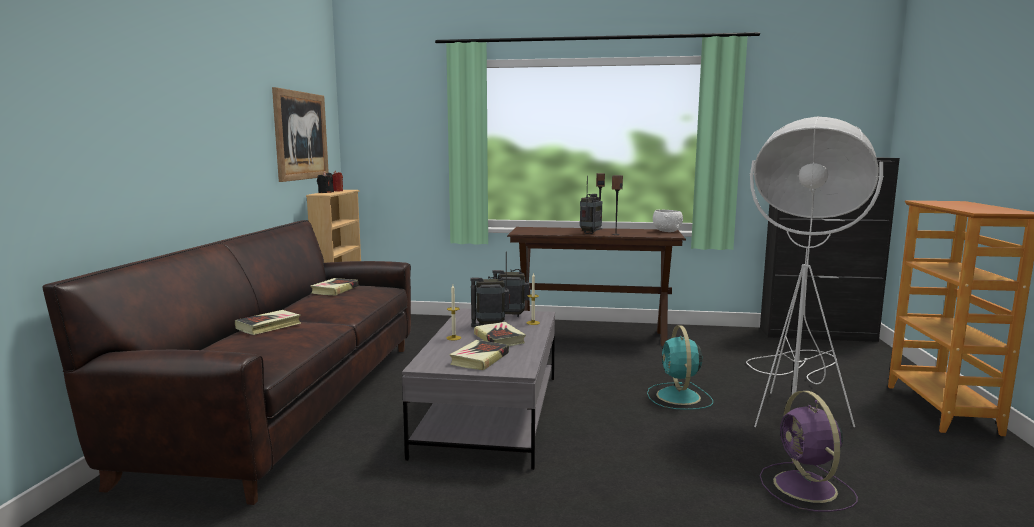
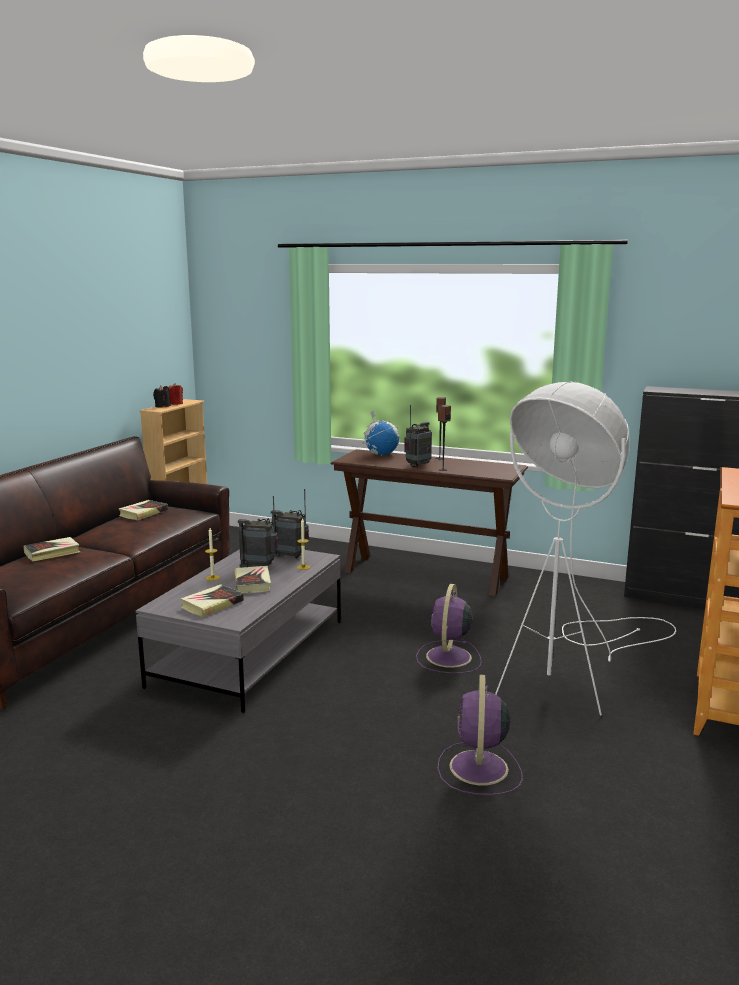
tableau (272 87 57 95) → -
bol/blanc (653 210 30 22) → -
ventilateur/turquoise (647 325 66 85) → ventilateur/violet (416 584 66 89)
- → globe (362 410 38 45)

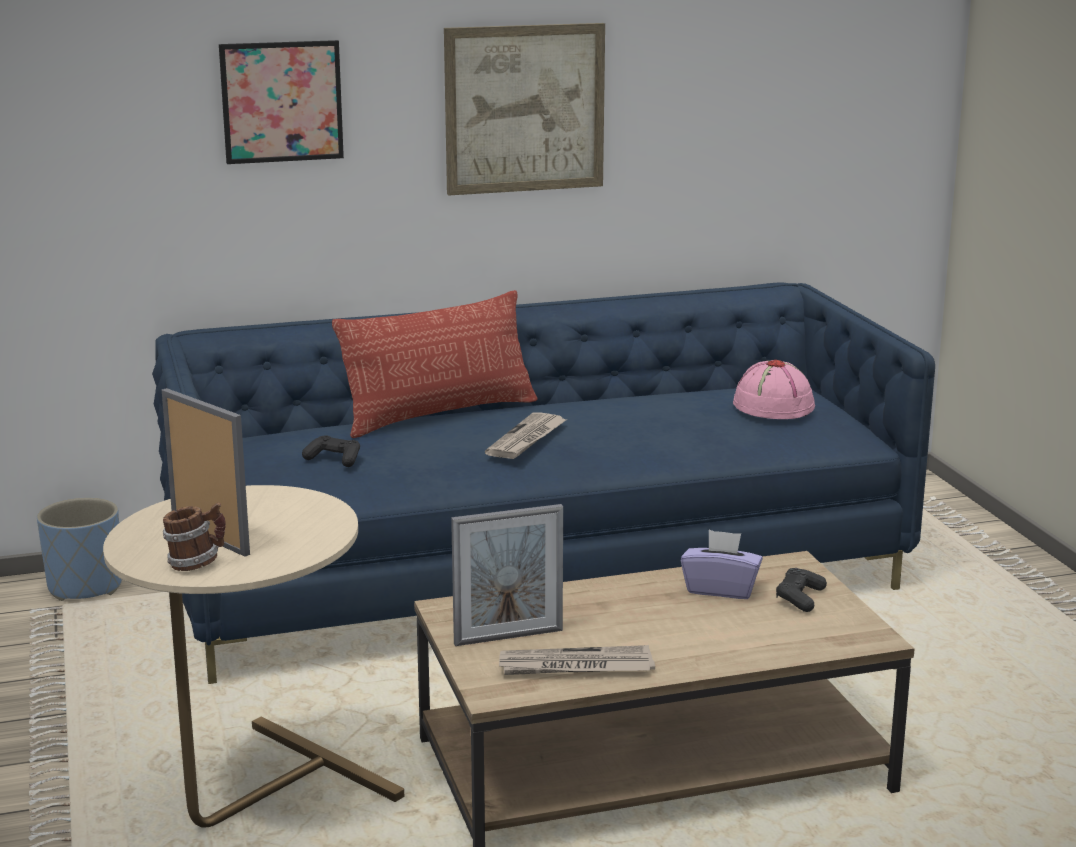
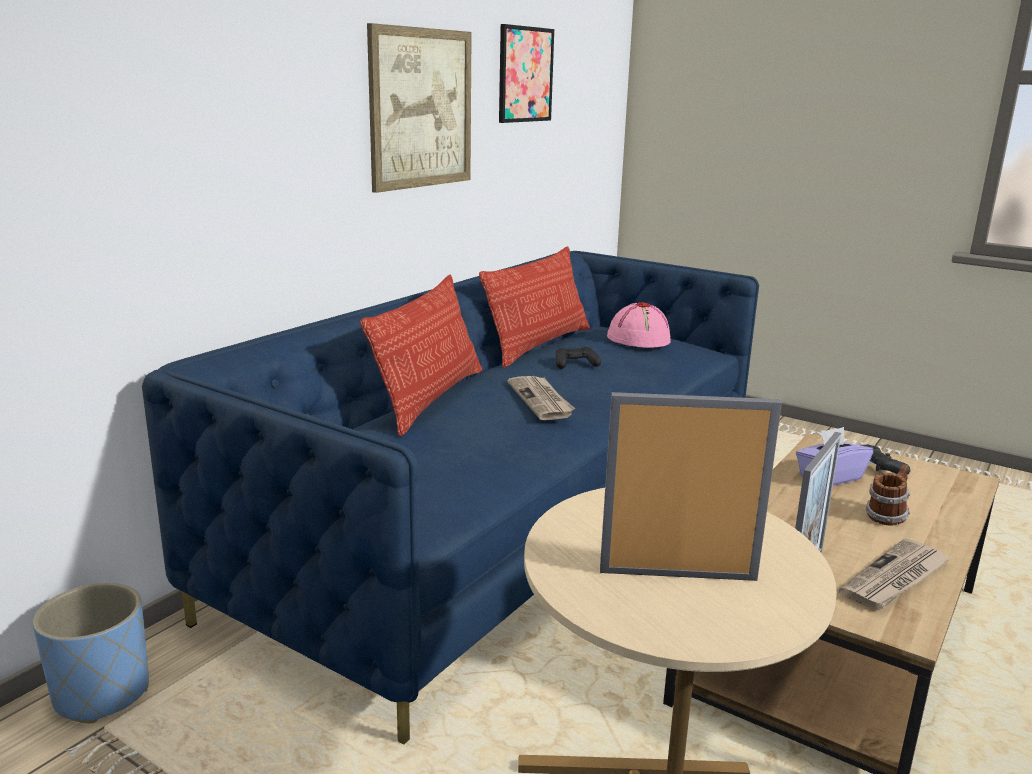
tableau (219 40 125 124) → tableau (499 24 55 99), relocated
manette/noir (302 436 58 31) → manette/noir (556 347 45 22), relocated
mug (163 502 63 69) → mug (865 464 45 62), relocated
- → coussin (479 246 111 122)

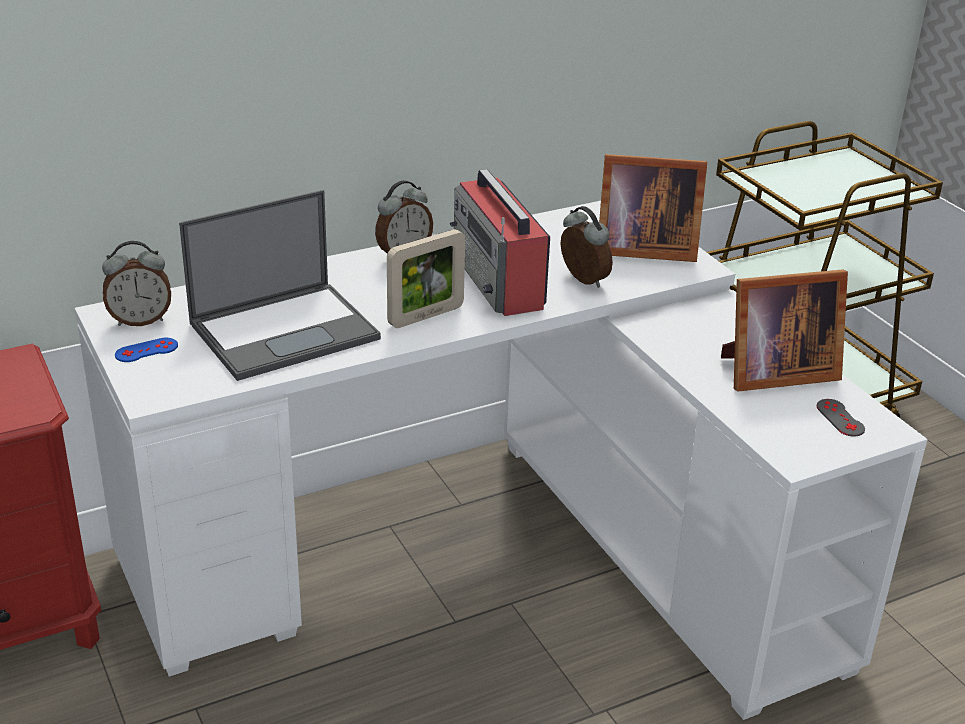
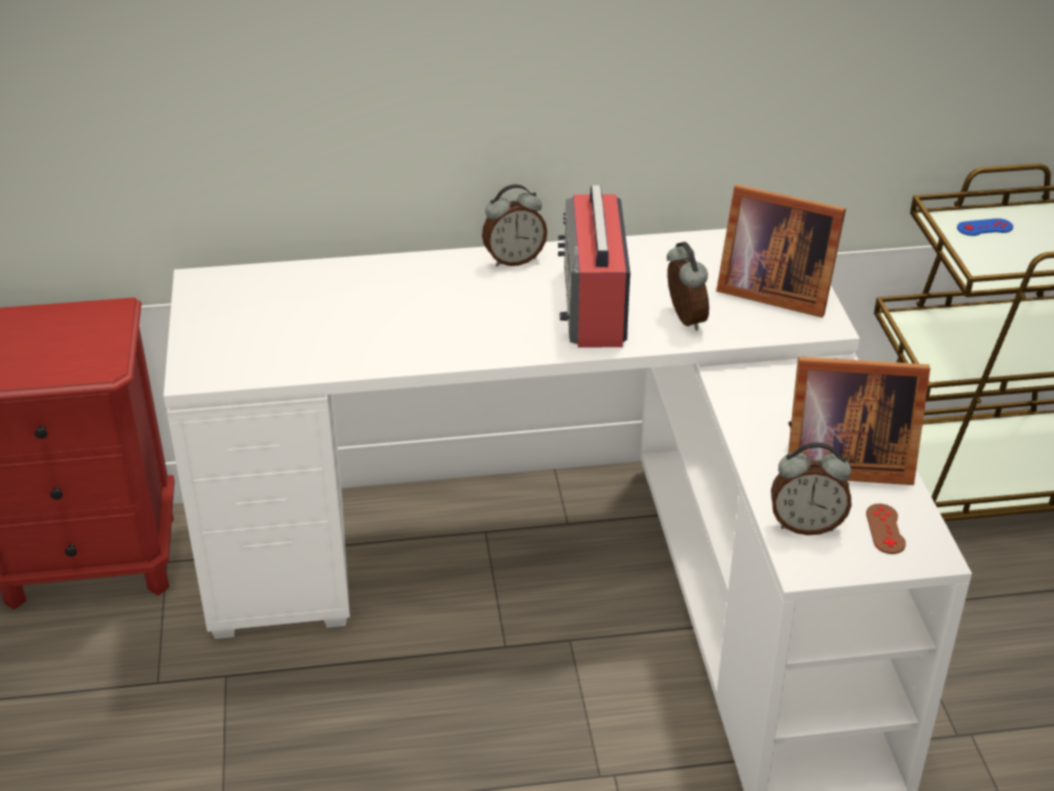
ordinateur portable (179 190 202 191) → -
cadre photo (387 229 78 99) → -
réveil (102 241 69 85) → réveil (771 442 81 93), relocated
manette/bleu (115 338 63 24) → manette/bleu (957 218 56 18), relocated
manette/gris (817 399 48 38) → manette/marron (866 504 40 50)

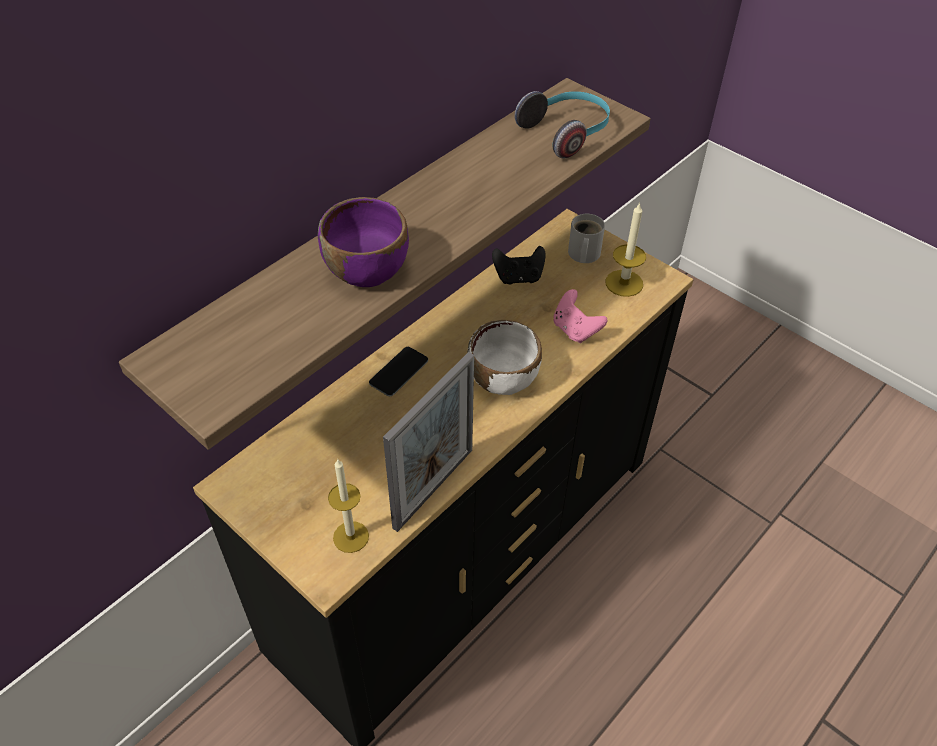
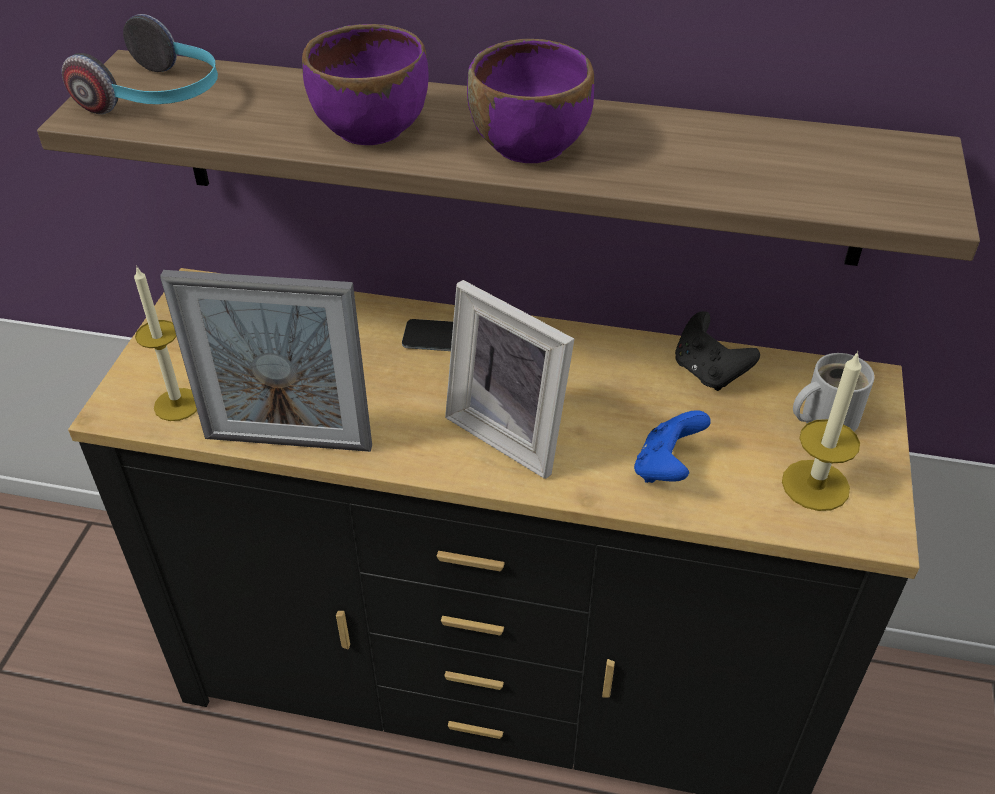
casque audio (514 91 96 67) → casque audio (62 14 156 100), relocated
manette/rose (554 289 54 54) → manette/bleu (634 410 77 73)
bol/blanc (467 320 75 75) → cadre photo (445 280 129 199)
- → bol/violet (467 39 127 124)

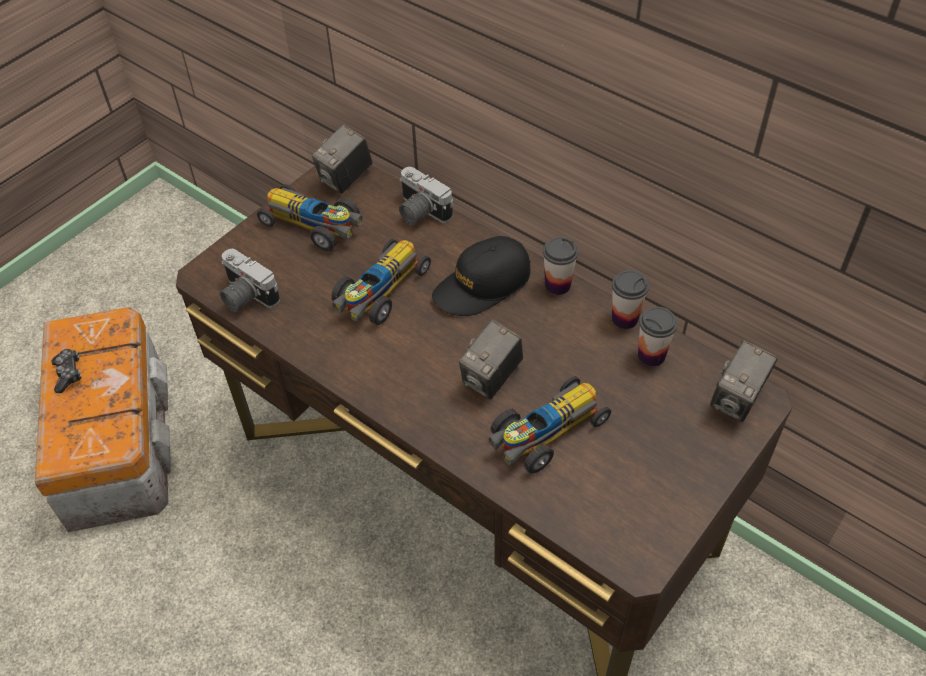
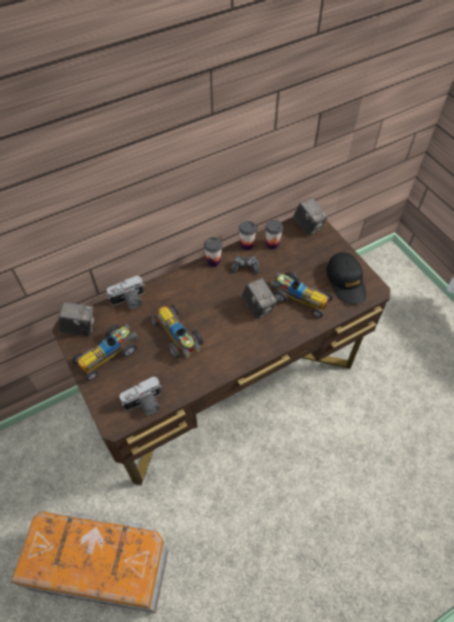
appareil photo (312 124 61 70) → appareil photo (58 302 36 34), 60 degrees counterclockwise
casquette/noir (432 236 98 80) → casquette/noir (326 252 40 52), relocated
manette (51 349 30 44) → manette (231 255 29 19), relocated
petite voiture (489 376 122 98) → petite voiture (270 271 63 47), 135 degrees clockwise

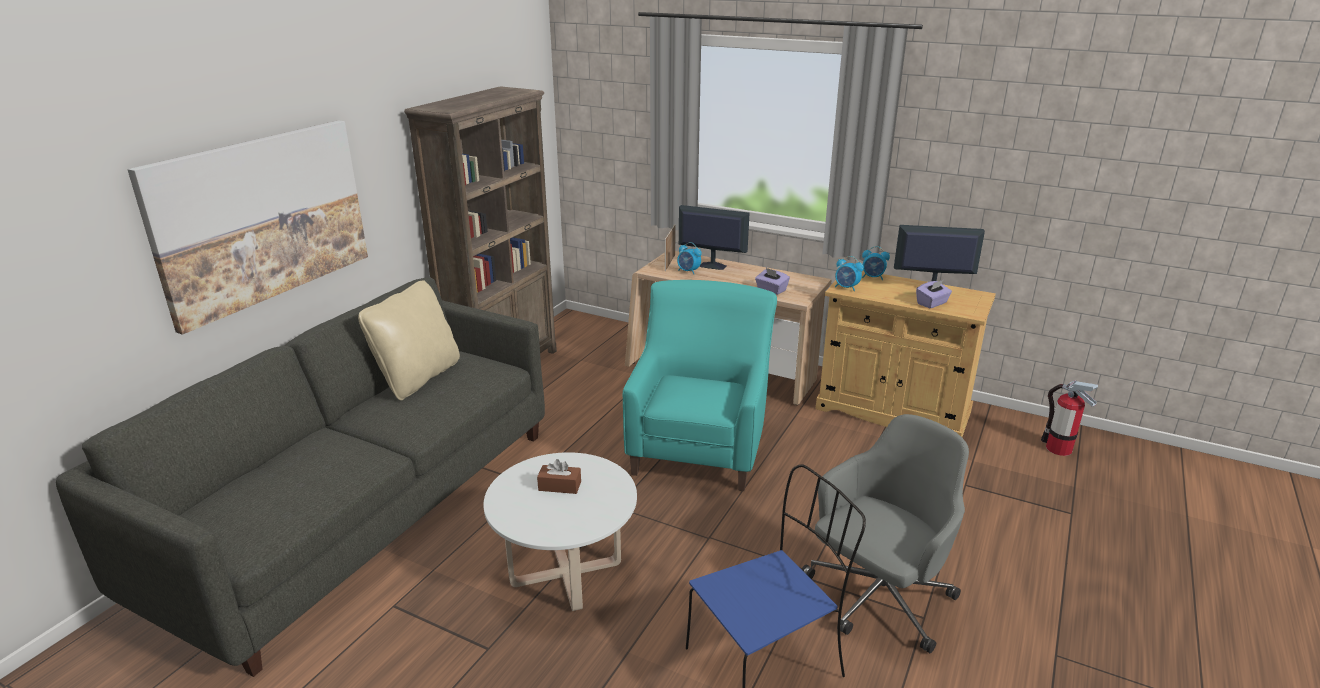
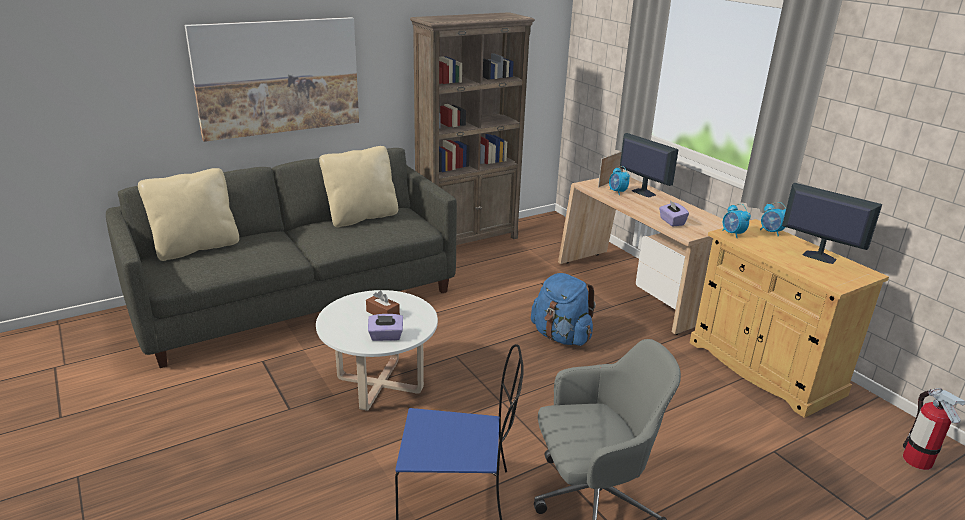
fauteuil/turquoise (623 280 154 211) → sac à dos/bleu (531 273 65 73)
boîte à mouchoirs/violet (916 280 36 28) → boîte à mouchoirs/violet (368 314 35 27), relocated
- → coussin/beige (138 168 101 93)

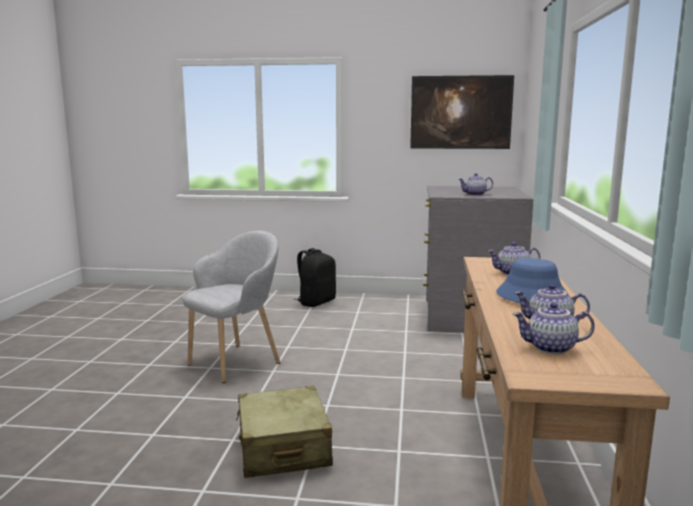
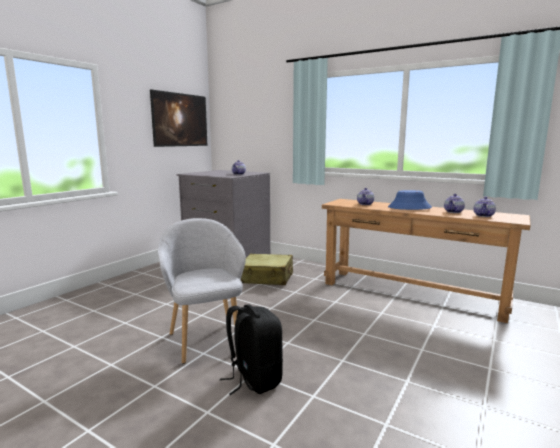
sac à dos/noir (294 248 42 59) → sac à dos/noir (220 304 63 91), relocated
valise/beige (236 386 97 92) → valise/beige (241 254 52 31), relocated

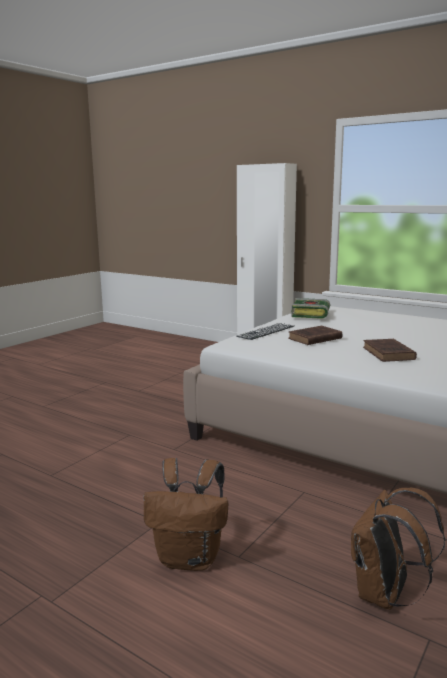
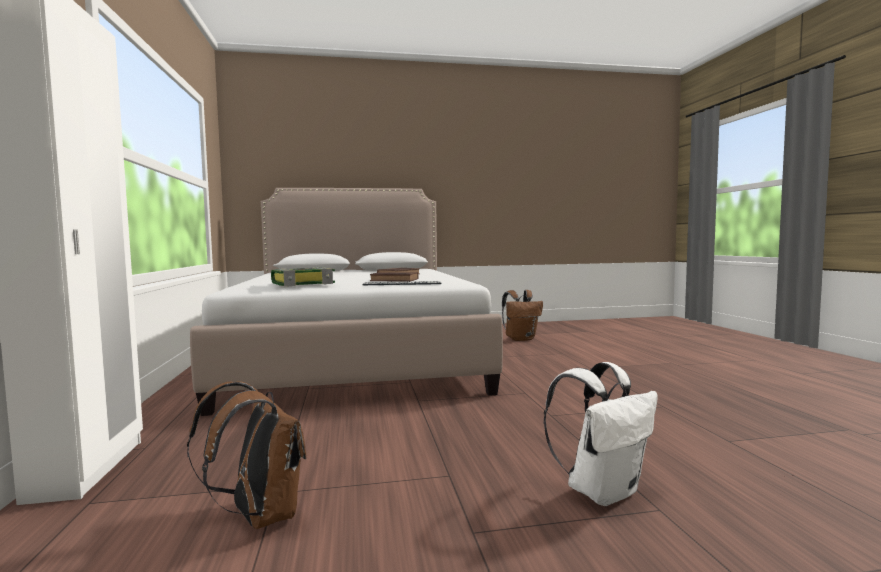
sac à dos/marron (144 458 84 113) → sac à dos/marron (187 381 119 148), relocated
- → sac à dos/blanc (544 362 114 144)

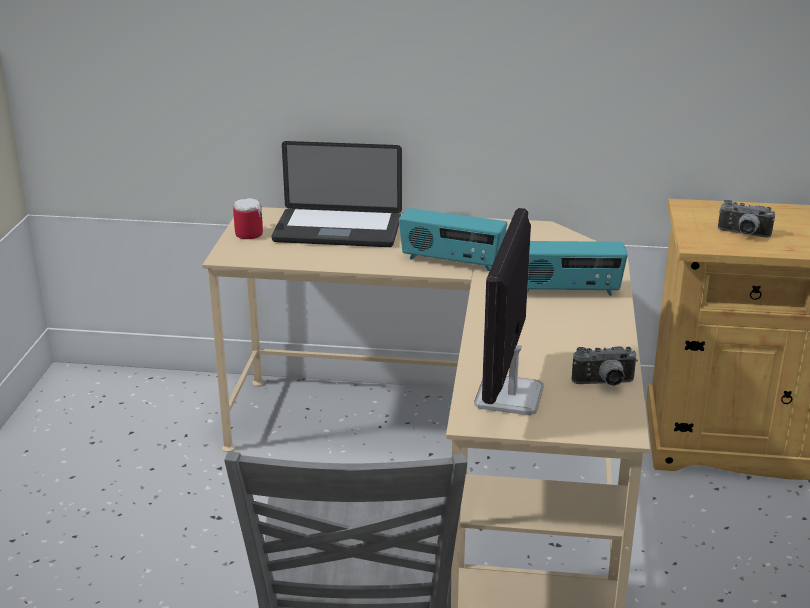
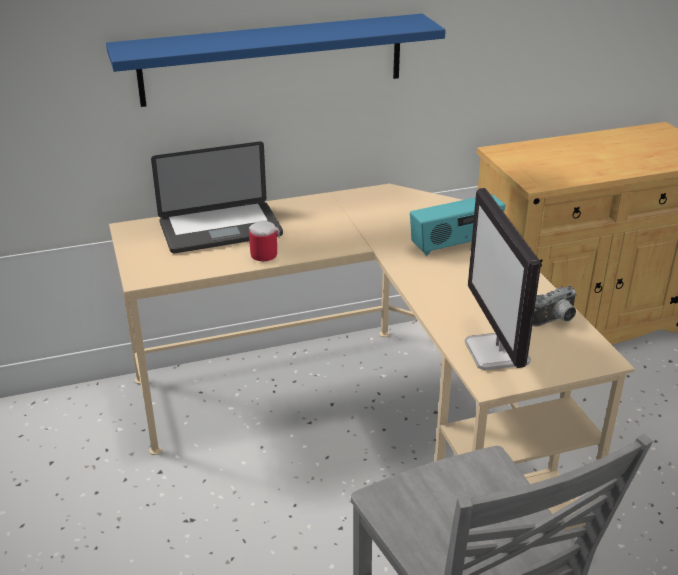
mug (233 198 30 41) → mug (249 221 31 40), relocated
appareil photo (718 200 57 38) → -
radio (399 208 108 63) → -
- → étagère/bleu (106 14 340 93)

